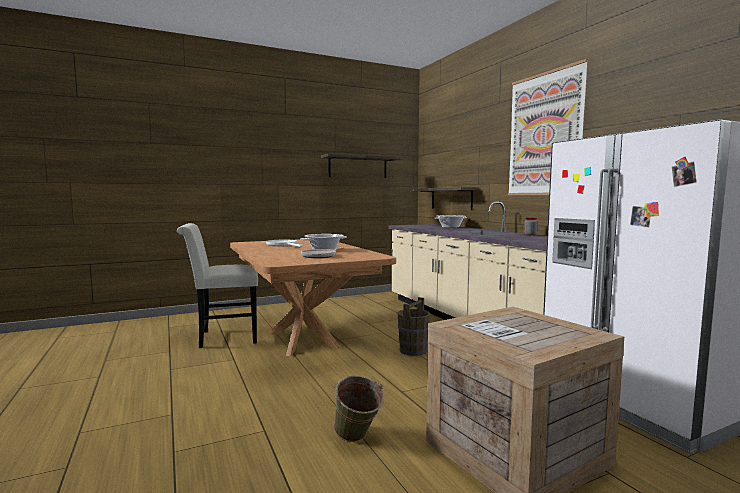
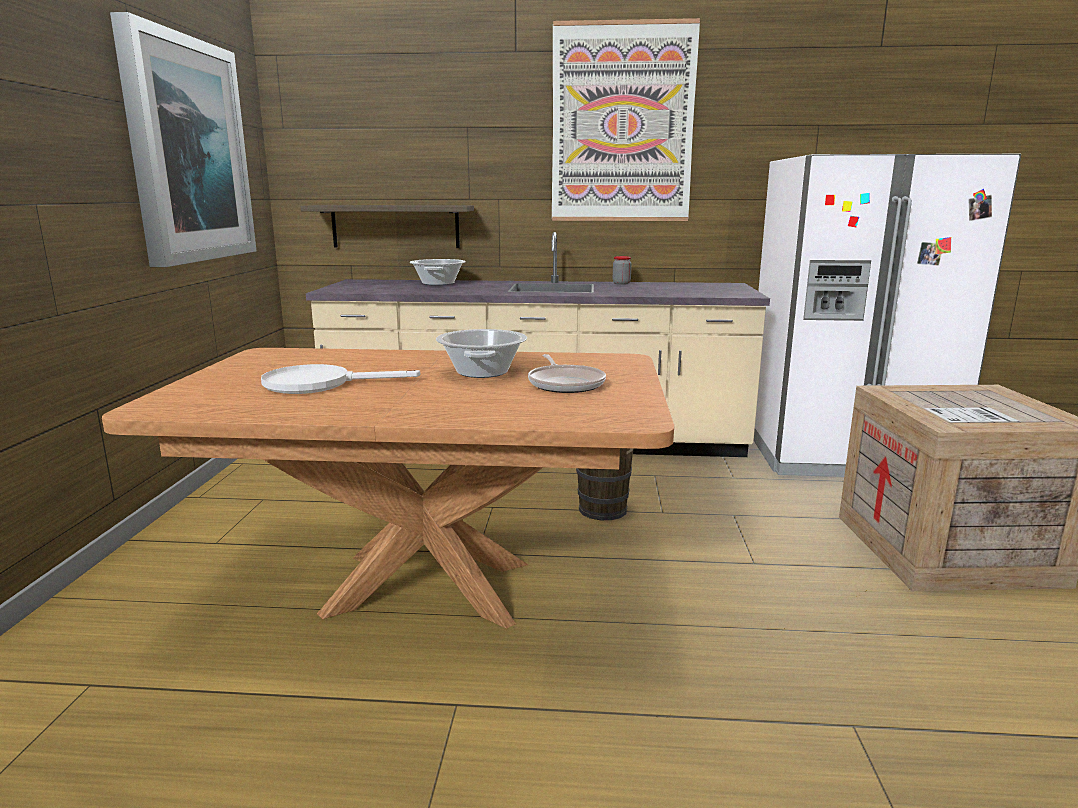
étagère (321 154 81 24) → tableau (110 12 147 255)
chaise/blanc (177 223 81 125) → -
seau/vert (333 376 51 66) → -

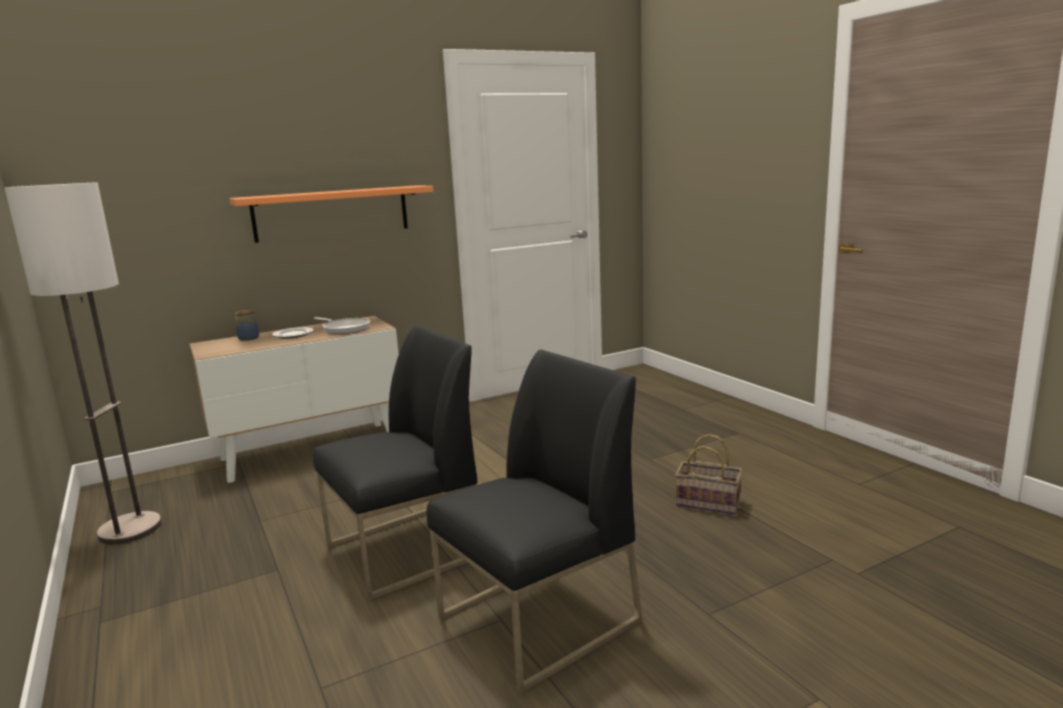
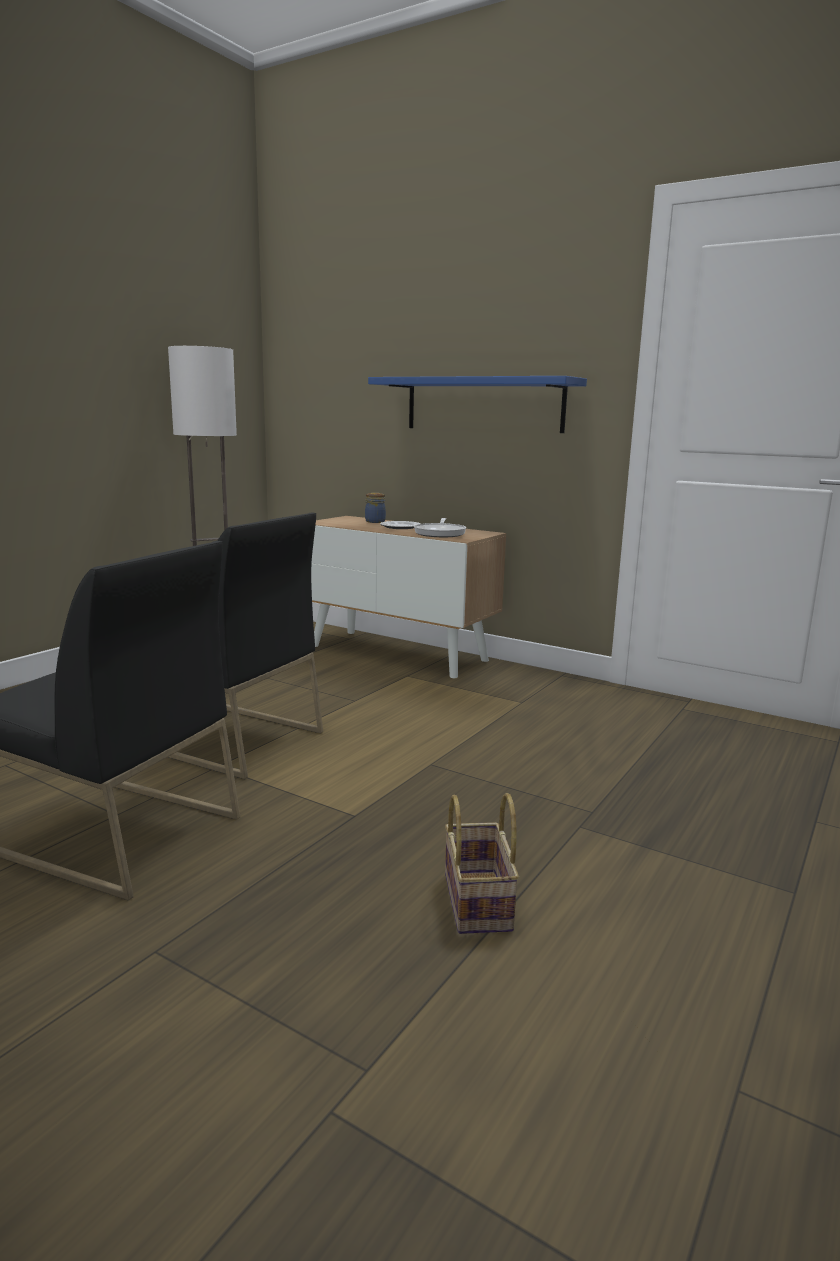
étagère/orange (229 185 205 58) → étagère/bleu (368 376 219 57)

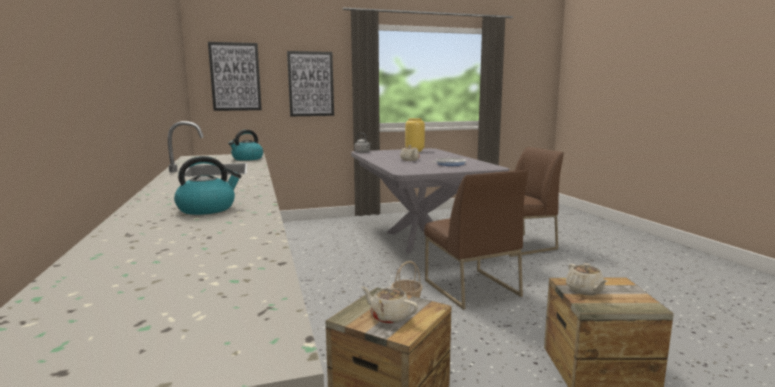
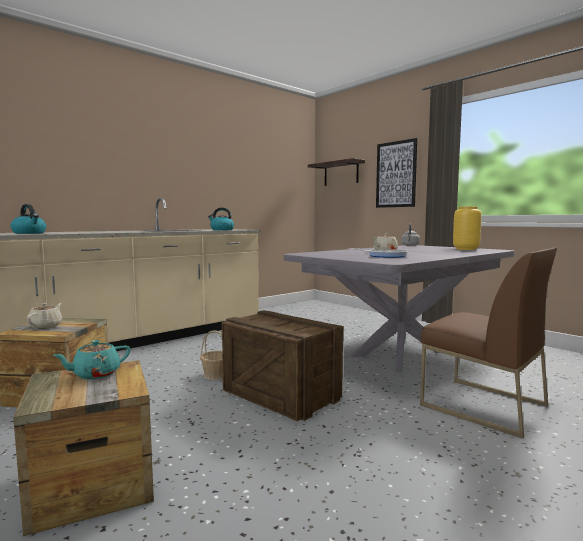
tableau (208 42 54 69) → étagère (308 158 57 28)
chaise/marron (424 170 104 140) → caisse (222 310 122 111)
théière/beige (566 263 42 32) → théière/turquoise (52 340 78 39)

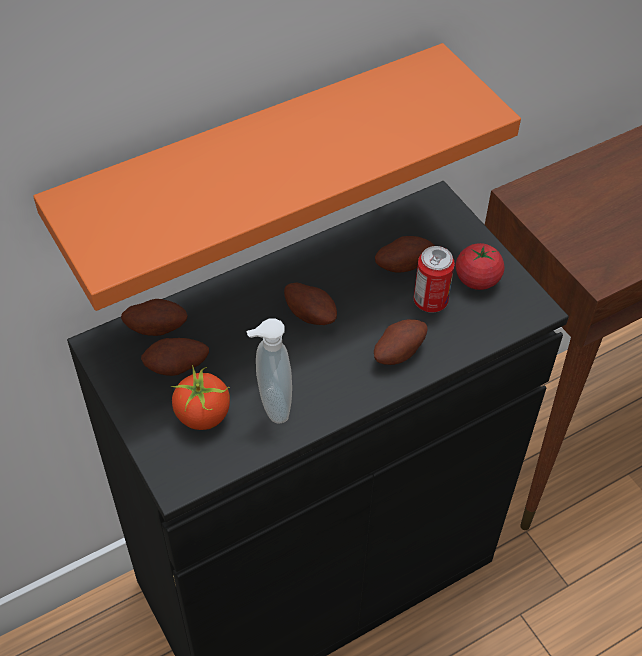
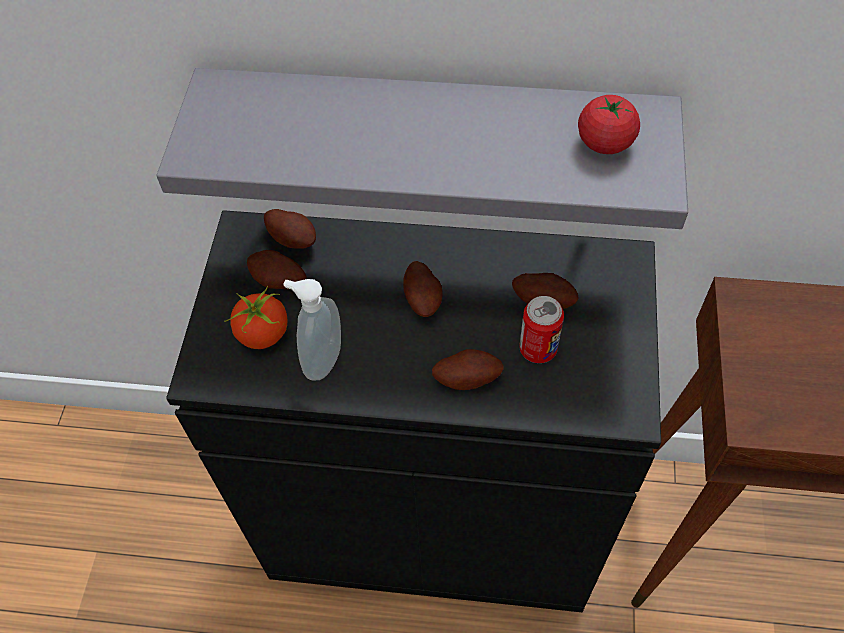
étagère/orange (33 43 488 268) → étagère/gris (157 68 531 161)
tomate (456 243 48 47) → tomate (578 95 62 59), relocated

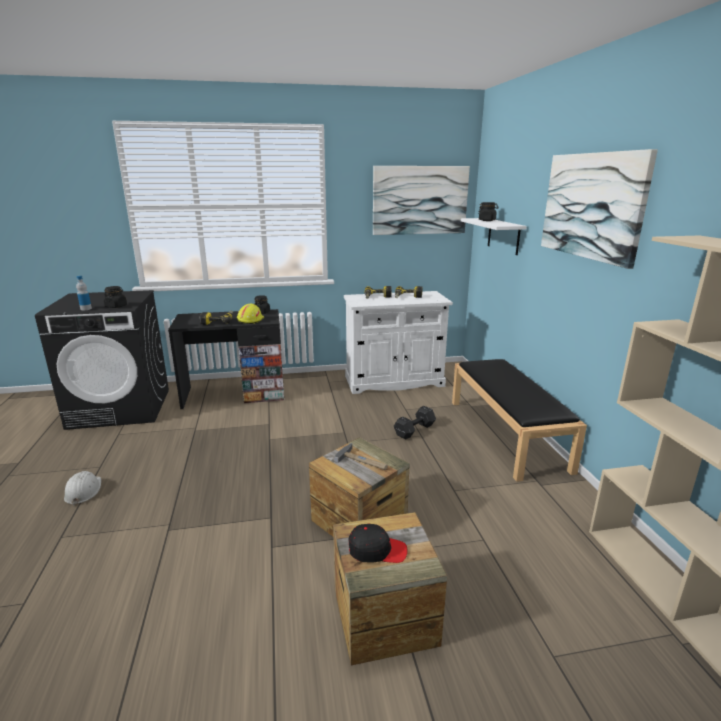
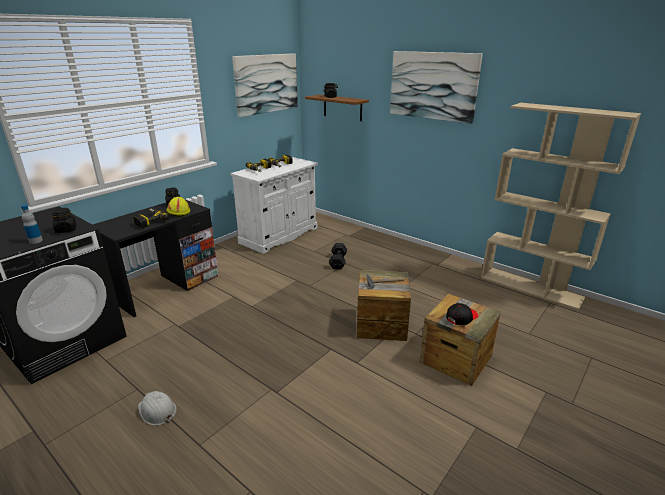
étagère/blanc (461 218 66 37) → étagère/marron (305 95 64 26)
banc/noir (452 359 135 123) → -

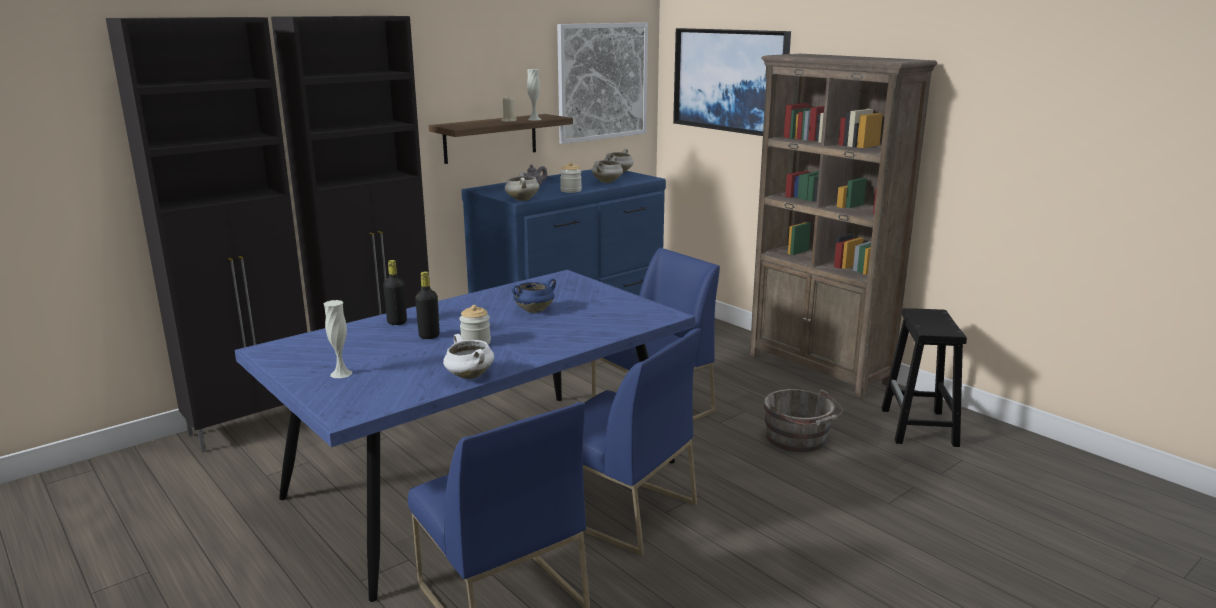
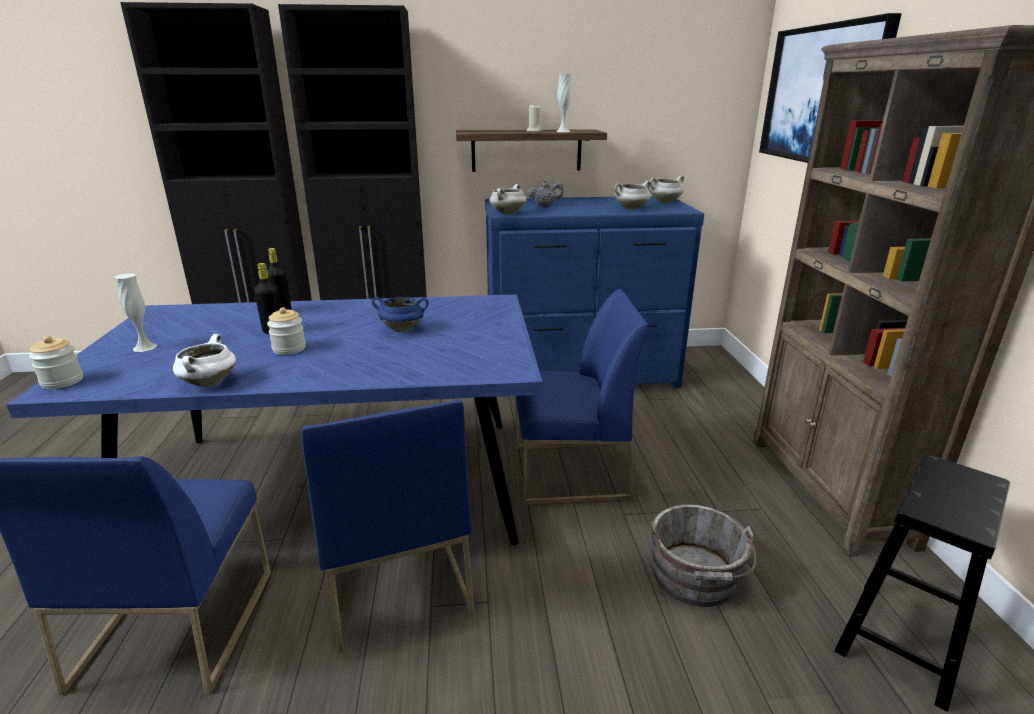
tableau (557 23 91 121) → -
bocal (560 162 22 31) → bocal (29 336 54 53), relocated

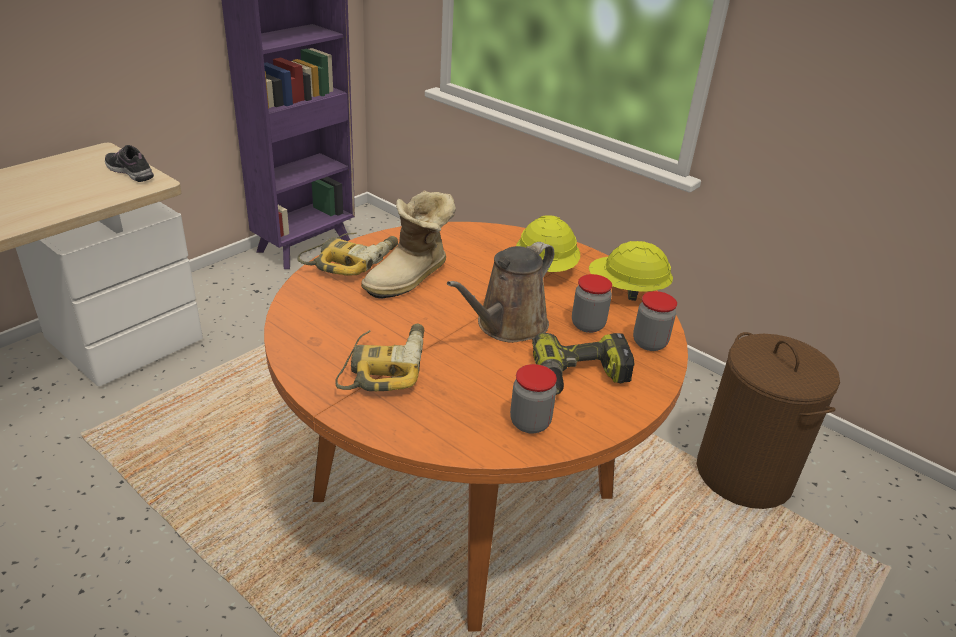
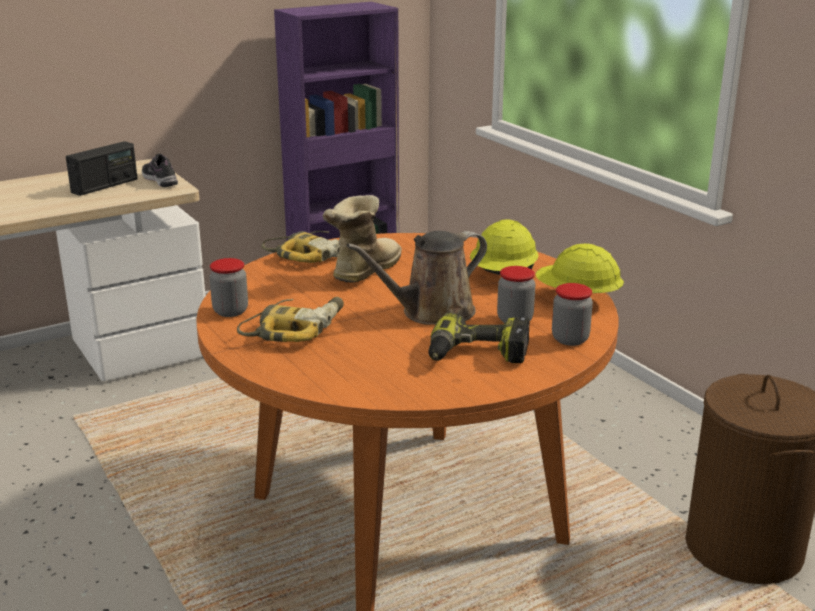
botte (361 190 95 109) → botte (322 195 80 88), 150 degrees clockwise
bocal (510 364 47 70) → bocal (209 258 39 59), relocated
- → radio (66 141 72 55)

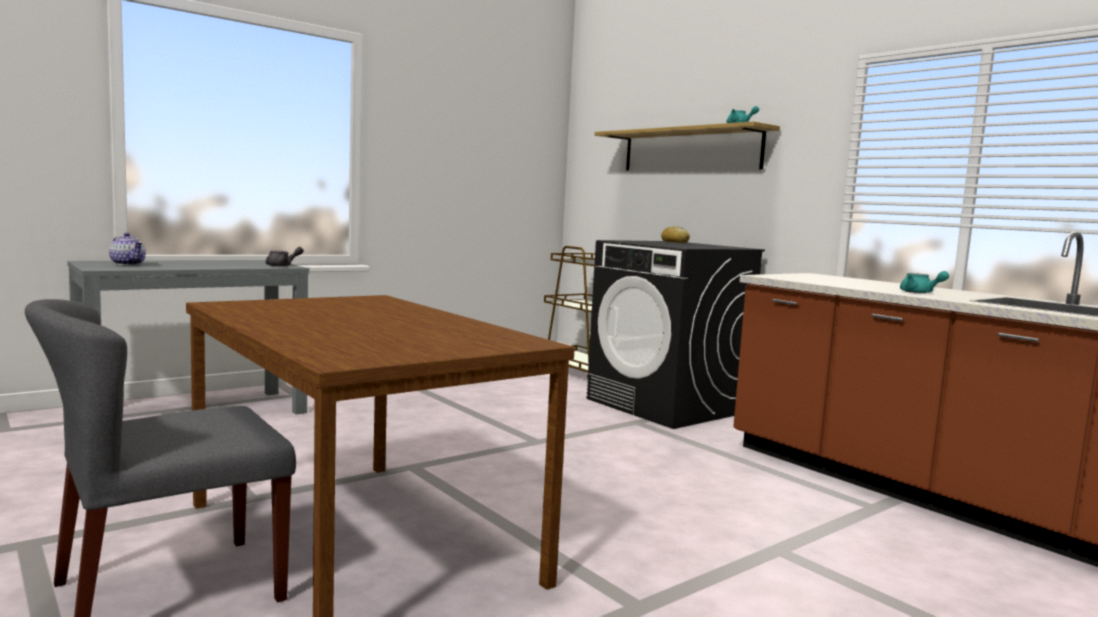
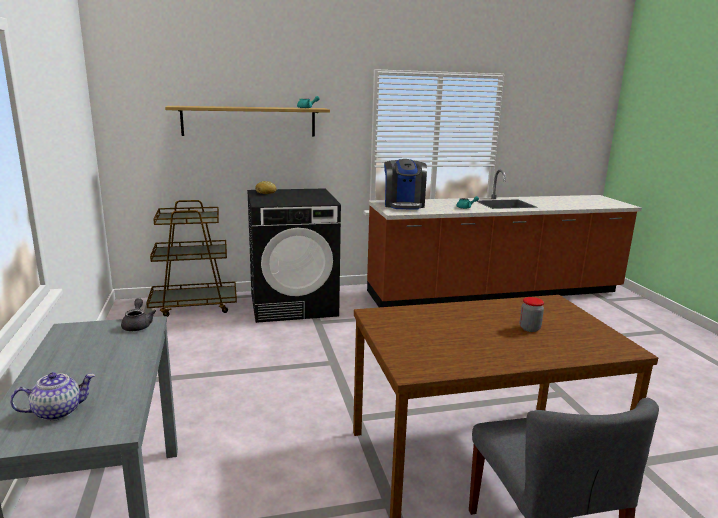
- → machine à café (384 159 43 51)
- → bocal (520 297 24 35)

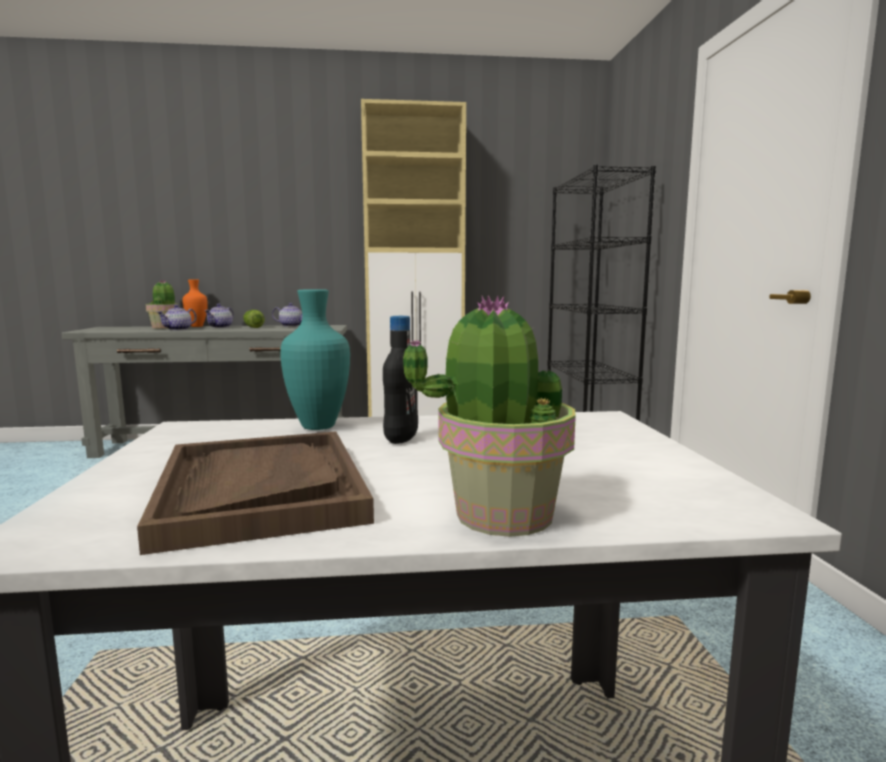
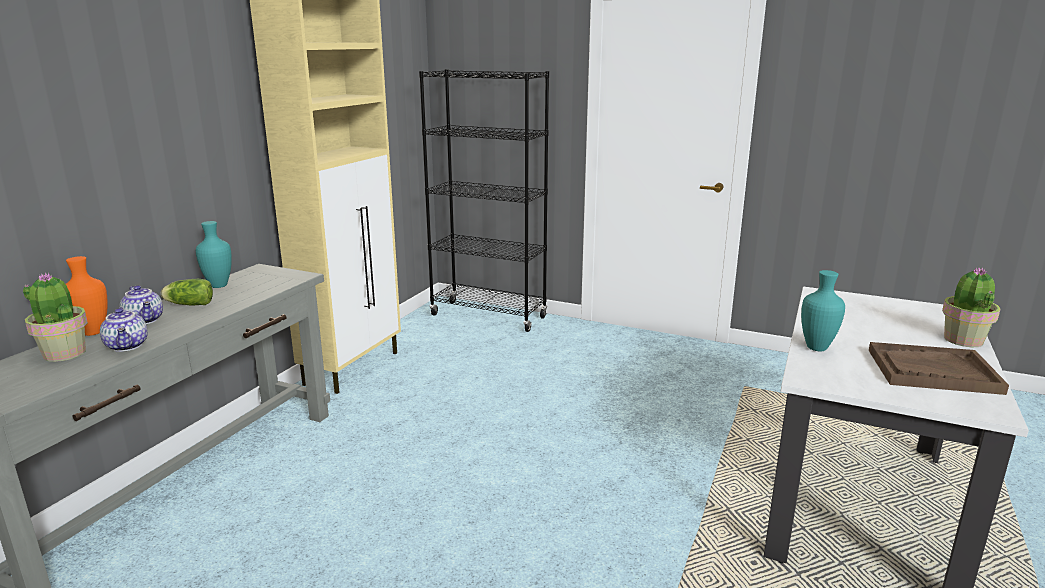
théière (272 303 30 24) → vase/turquoise (196 221 36 67)
bouteille/noir (383 316 35 128) → -

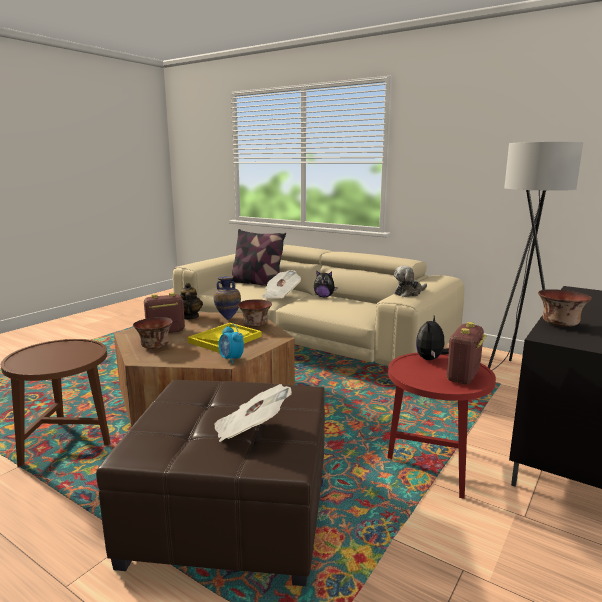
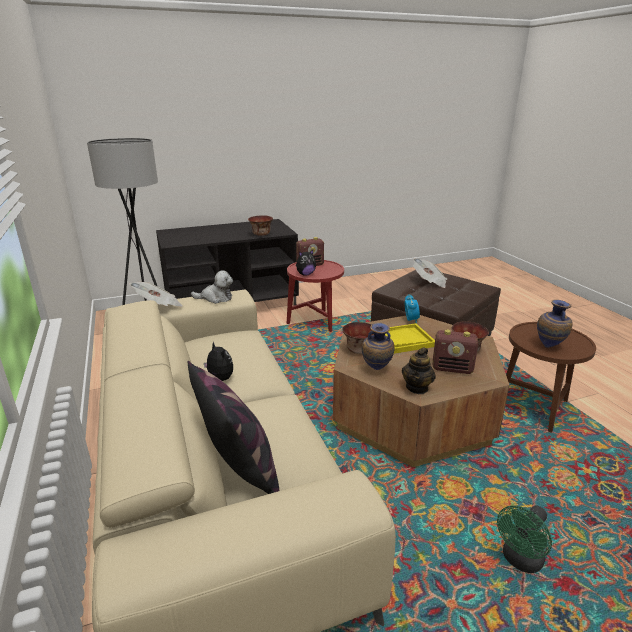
journal (262 270 39 29) → journal (129 282 54 25), relocated
- → vase (537 299 36 49)
- → ventilateur/vert (497 505 55 68)

